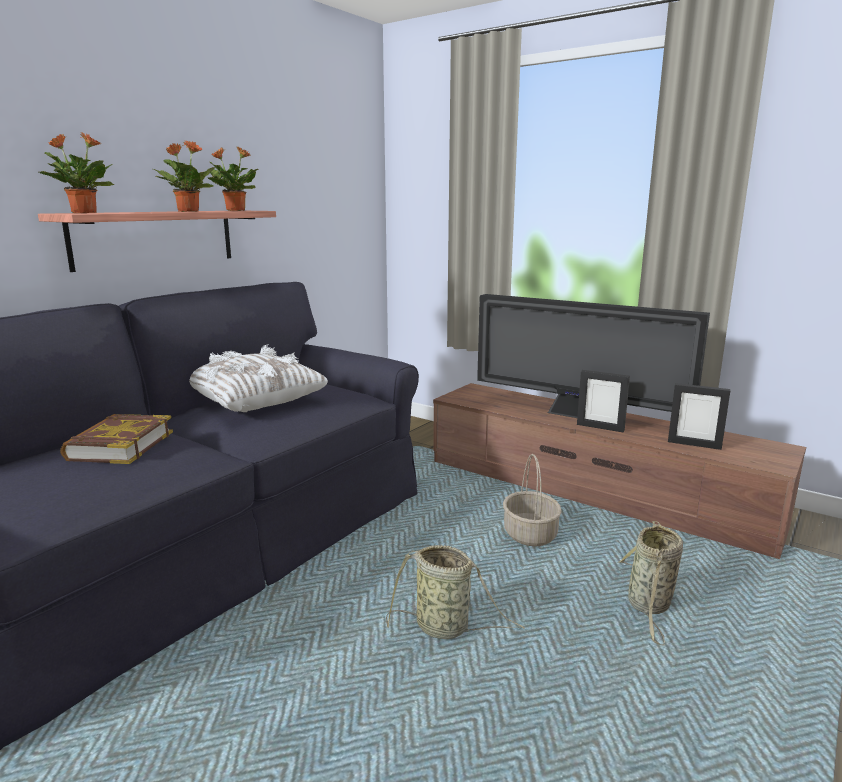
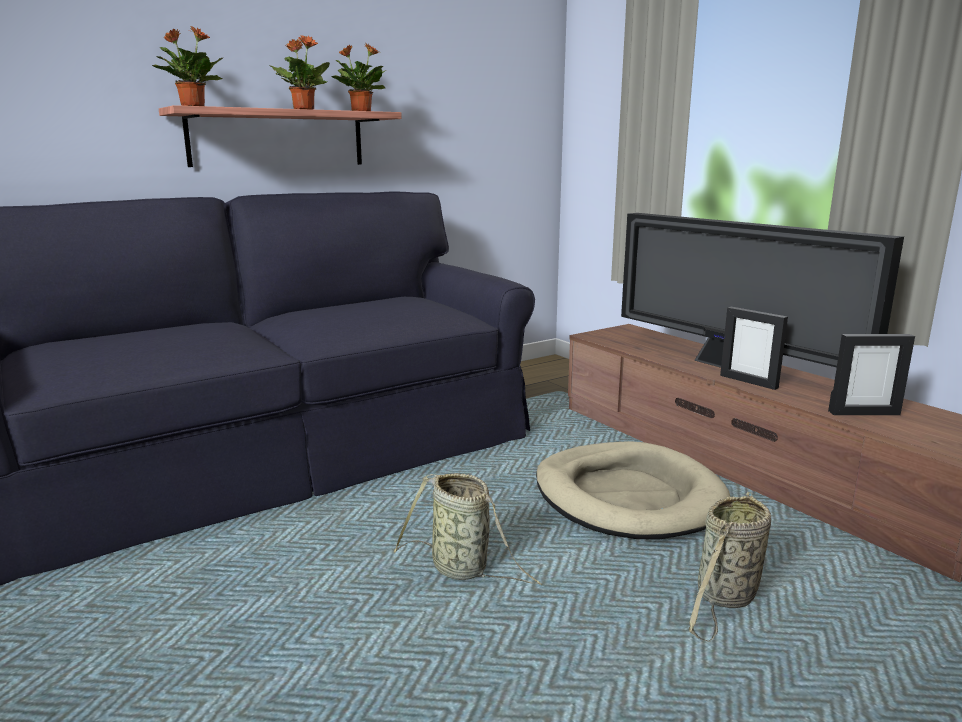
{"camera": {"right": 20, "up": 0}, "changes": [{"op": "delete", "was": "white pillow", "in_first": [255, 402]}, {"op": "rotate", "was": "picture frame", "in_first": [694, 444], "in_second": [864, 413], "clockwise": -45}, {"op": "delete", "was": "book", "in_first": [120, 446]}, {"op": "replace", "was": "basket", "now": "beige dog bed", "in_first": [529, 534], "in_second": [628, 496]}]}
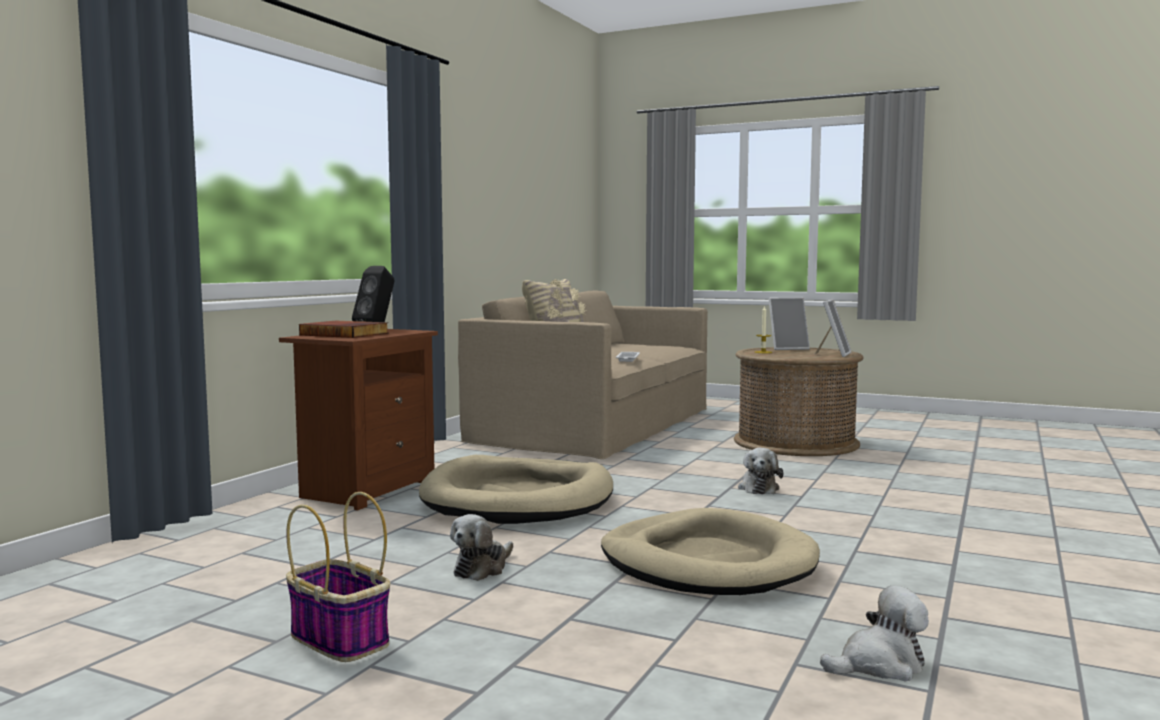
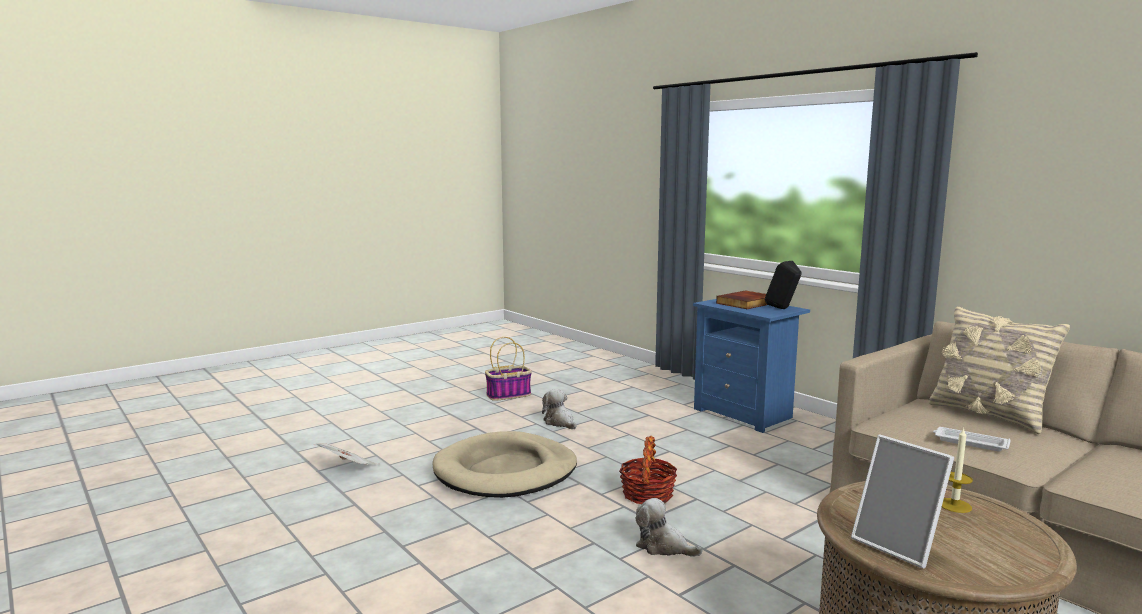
{"camera": {"right": 115, "up": 5}, "changes": [{"op": "delete", "was": "picture frame", "in_first": [787, 348]}, {"op": "recolor", "was": "brown nightstand", "now": "blue nightstand", "in_first": [366, 489], "in_second": [746, 414]}, {"op": "delete", "was": "beige dog bed", "in_first": [518, 499]}, {"op": "replace", "was": "plush toy", "now": "newspaper", "in_first": [879, 665], "in_second": [348, 469]}, {"op": "insert", "now": "basket", "in_second": [647, 494]}]}
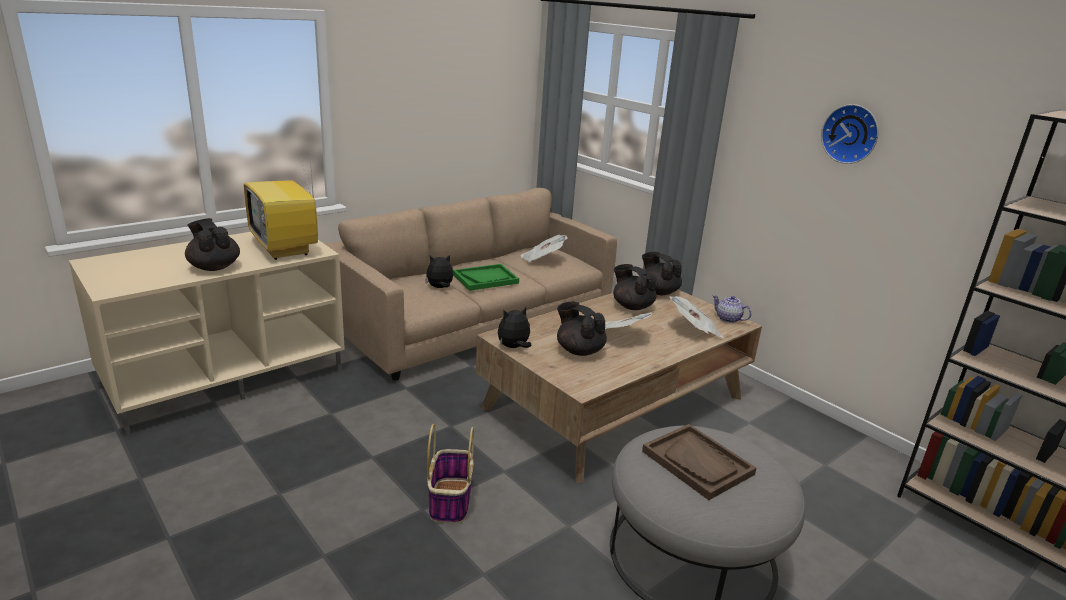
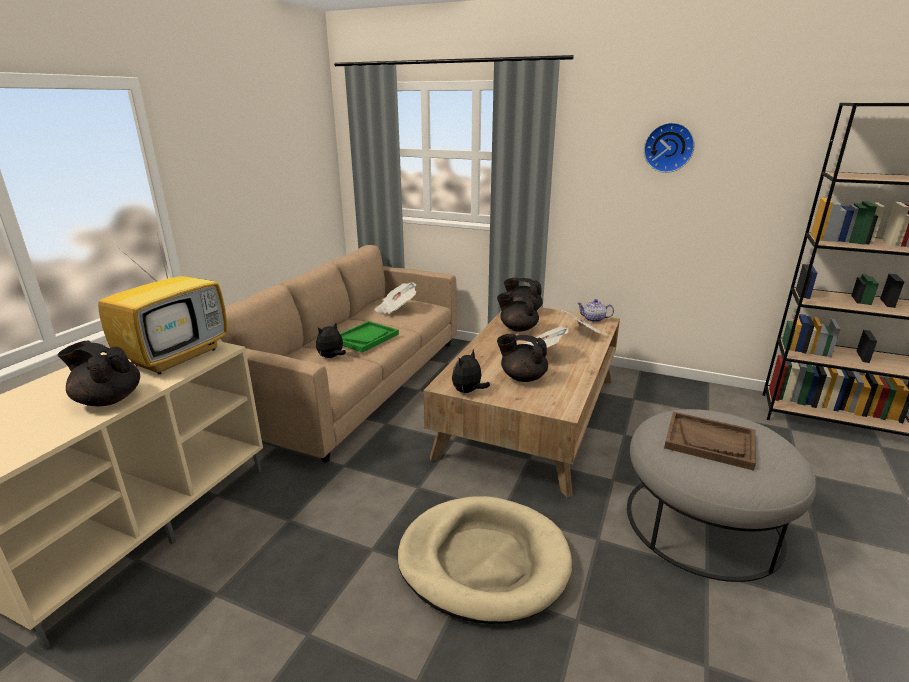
{"camera": {"right": -25, "up": 0}, "changes": [{"op": "rotate", "was": "television", "in_first": [285, 249], "in_second": [177, 356], "clockwise": -90}, {"op": "replace", "was": "basket", "now": "beige dog bed", "in_first": [450, 500], "in_second": [483, 561]}]}
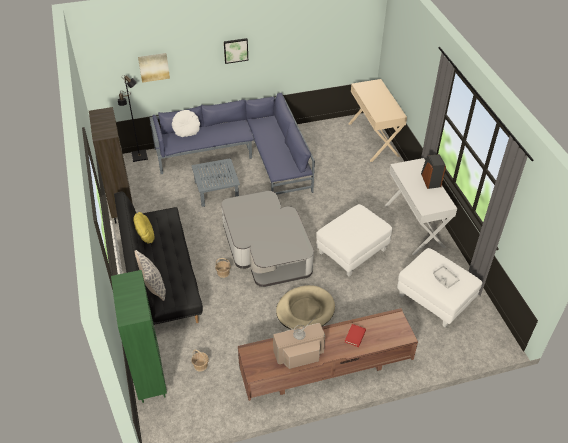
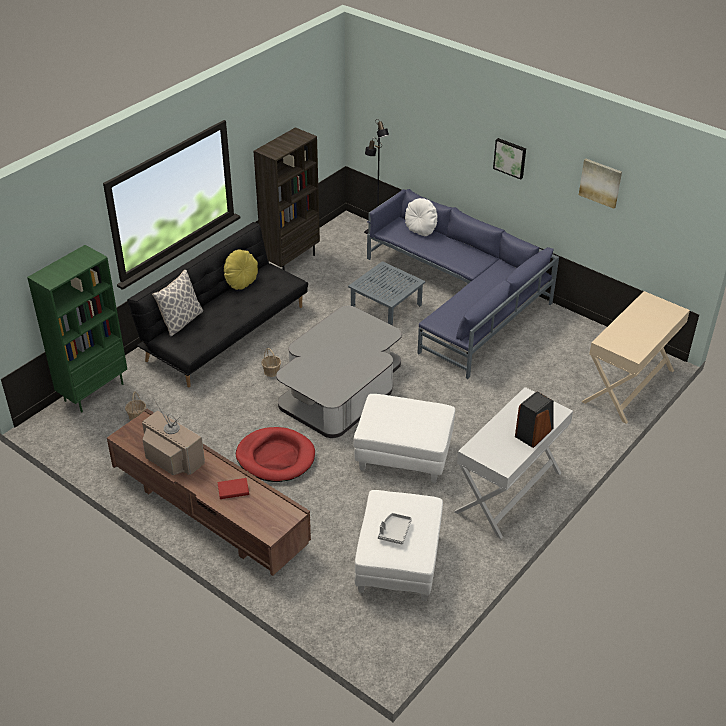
{"camera": {"right": 55, "up": -5}, "changes": [{"op": "move", "was": "picture", "in_first": [154, 67], "in_second": [600, 182]}, {"op": "recolor", "was": "beige dog bed", "now": "red dog bed", "in_first": [305, 310], "in_second": [275, 457]}]}
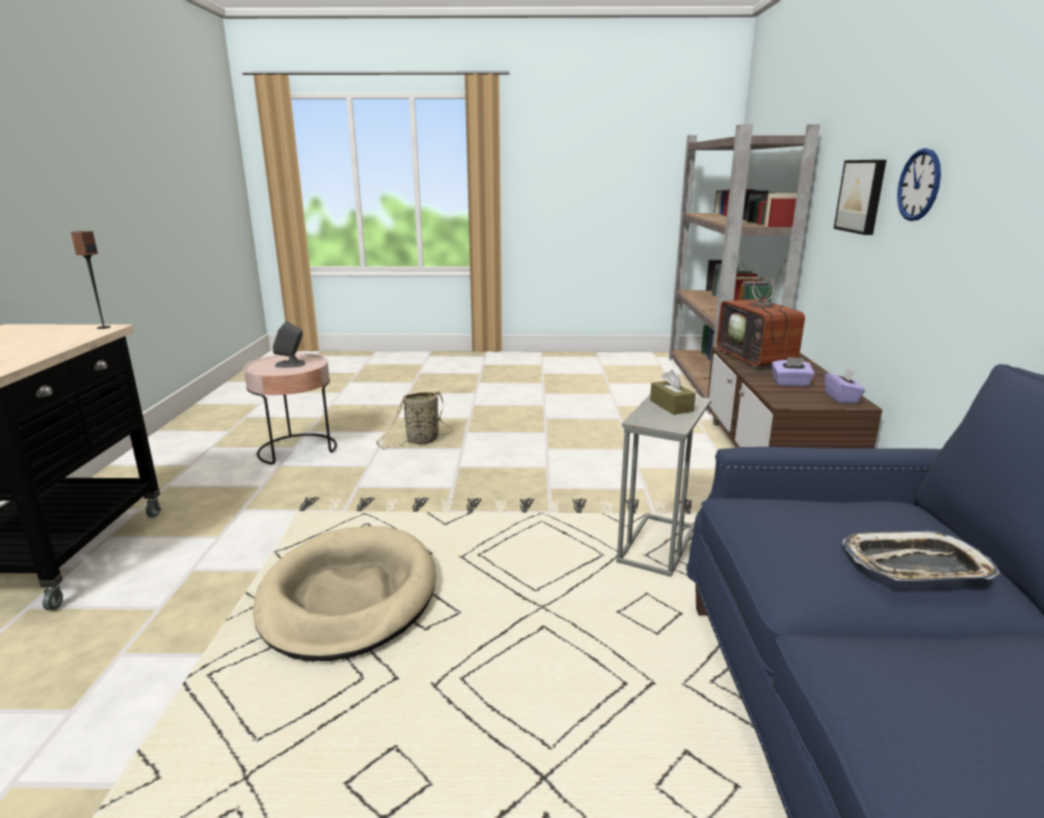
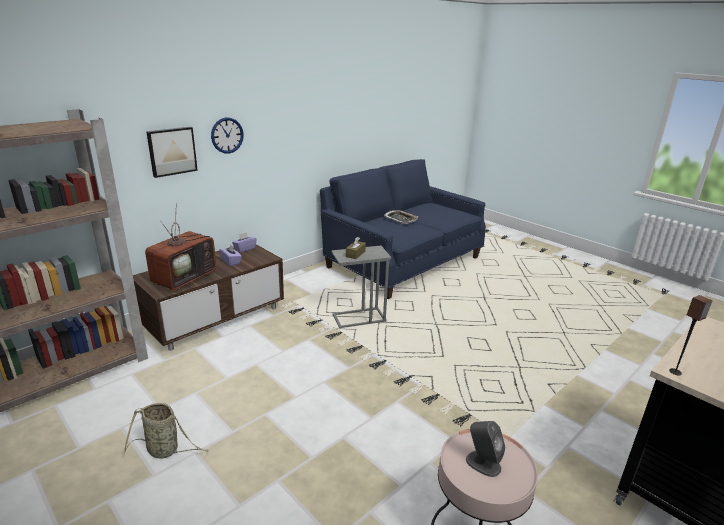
{"camera": {"right": -135, "up": 5}, "changes": [{"op": "move", "was": "basket", "in_first": [420, 441], "in_second": [165, 450]}, {"op": "delete", "was": "beige dog bed", "in_first": [348, 597]}]}
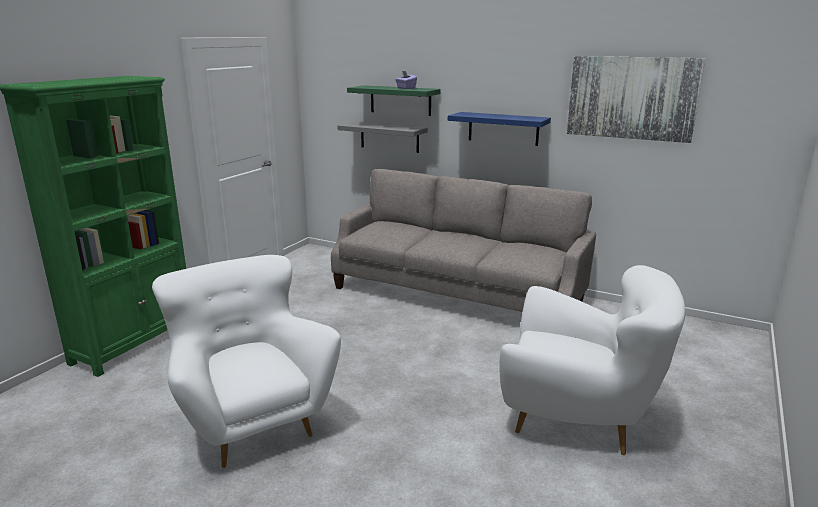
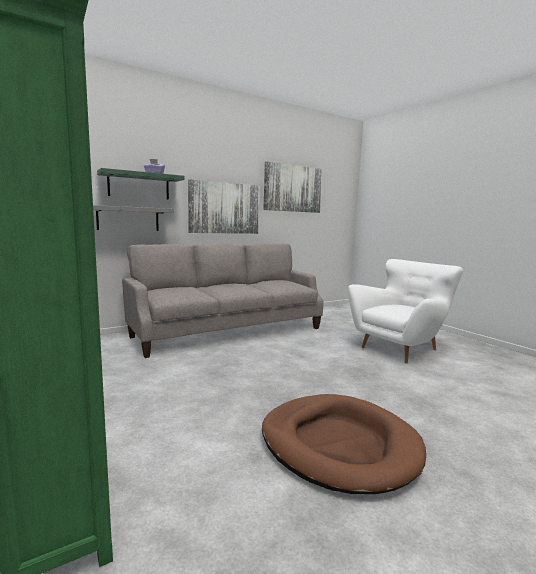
{"camera": {"right": -60, "up": -10}, "changes": [{"op": "replace", "was": "blue shelf", "now": "picture", "in_first": [503, 128], "in_second": [224, 208]}, {"op": "replace", "was": "white armchair", "now": "brown dog bed", "in_first": [251, 420], "in_second": [338, 445]}]}
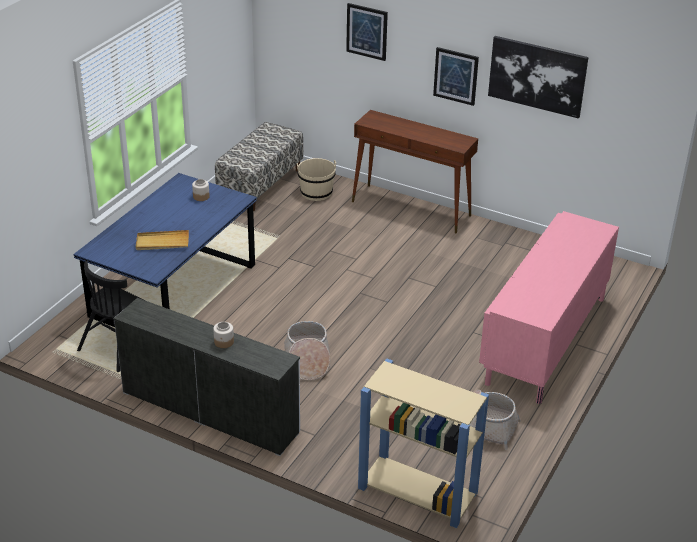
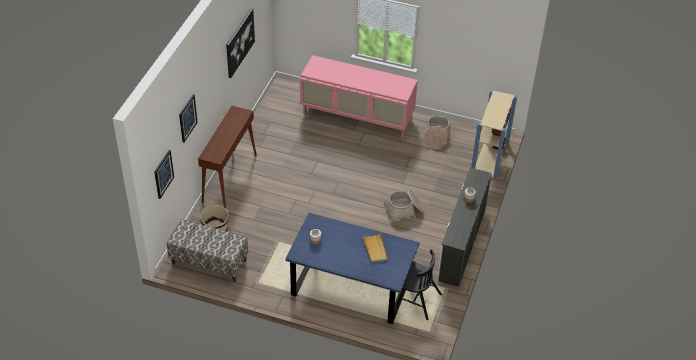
{"camera": {"right": -100, "up": 10}, "changes": [{"op": "move", "was": "picture", "in_first": [456, 76], "in_second": [163, 174]}]}
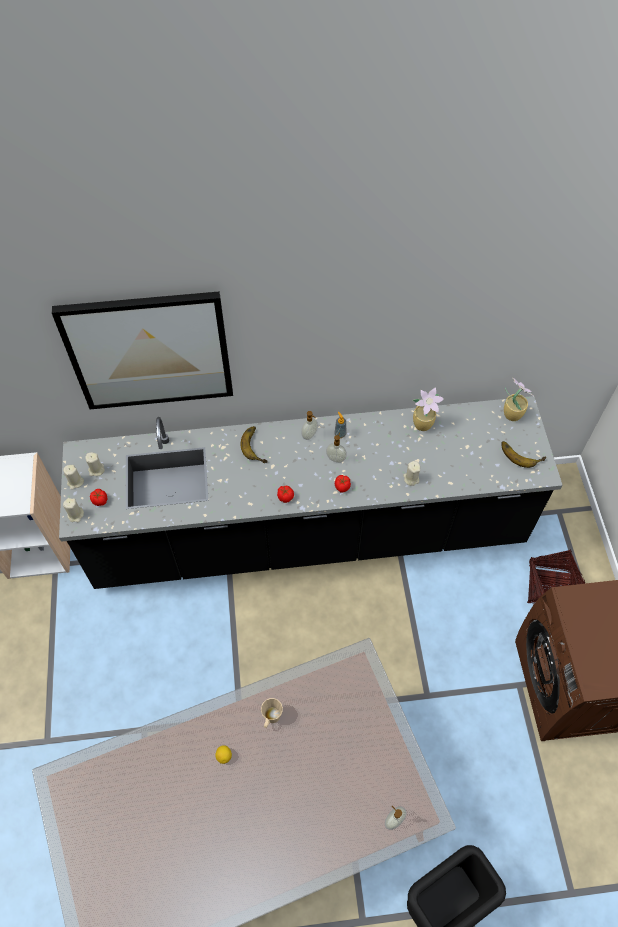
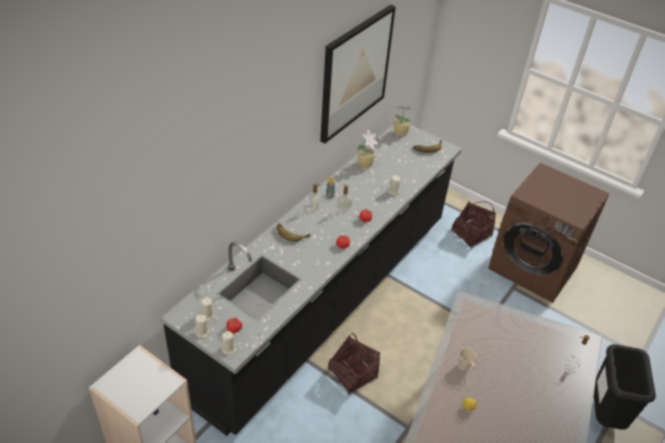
{"camera": {"right": -50, "up": -15}, "changes": [{"op": "move", "was": "picture", "in_first": [149, 351], "in_second": [355, 73]}, {"op": "insert", "now": "basket", "in_second": [352, 374]}]}
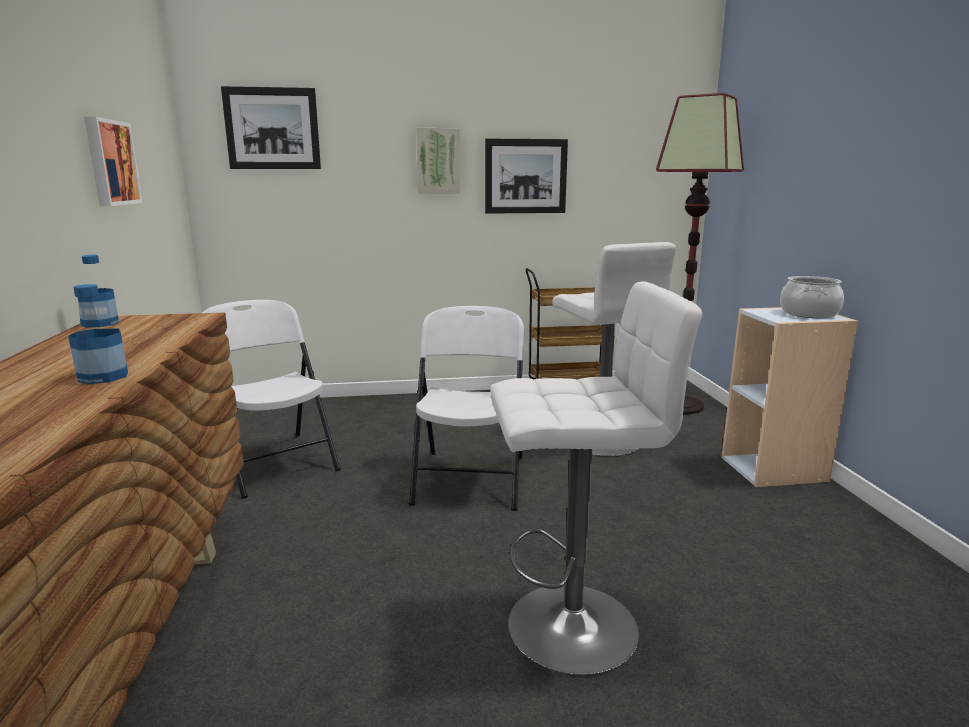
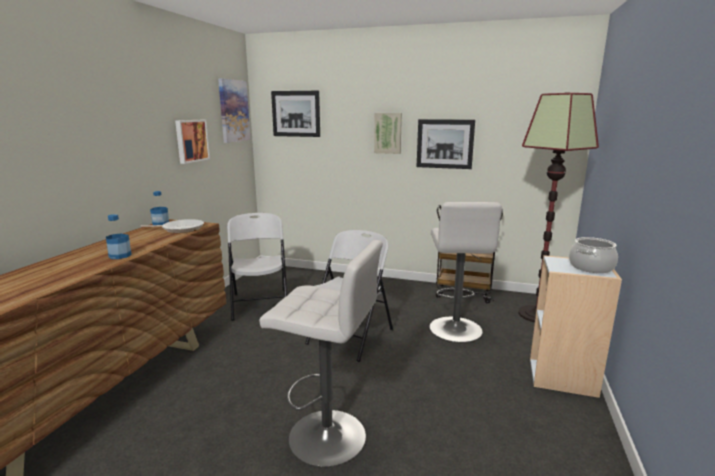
{"camera": {"right": 25, "up": 0}, "changes": [{"op": "insert", "now": "picture", "in_second": [233, 111]}, {"op": "insert", "now": "frying pan", "in_second": [180, 229]}]}
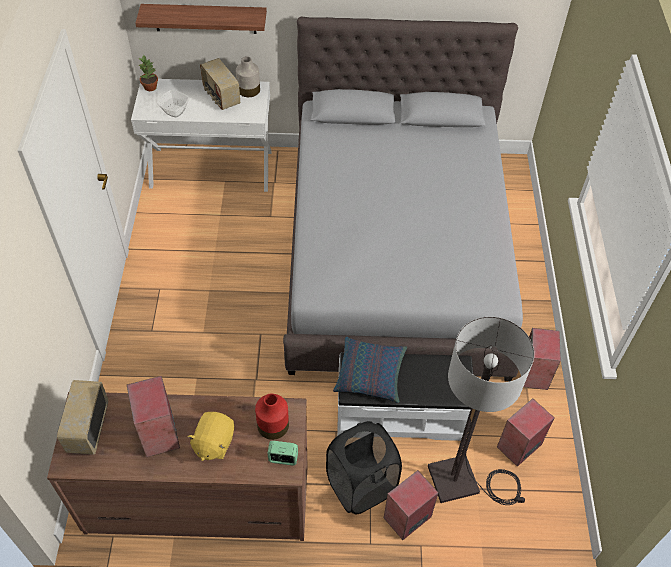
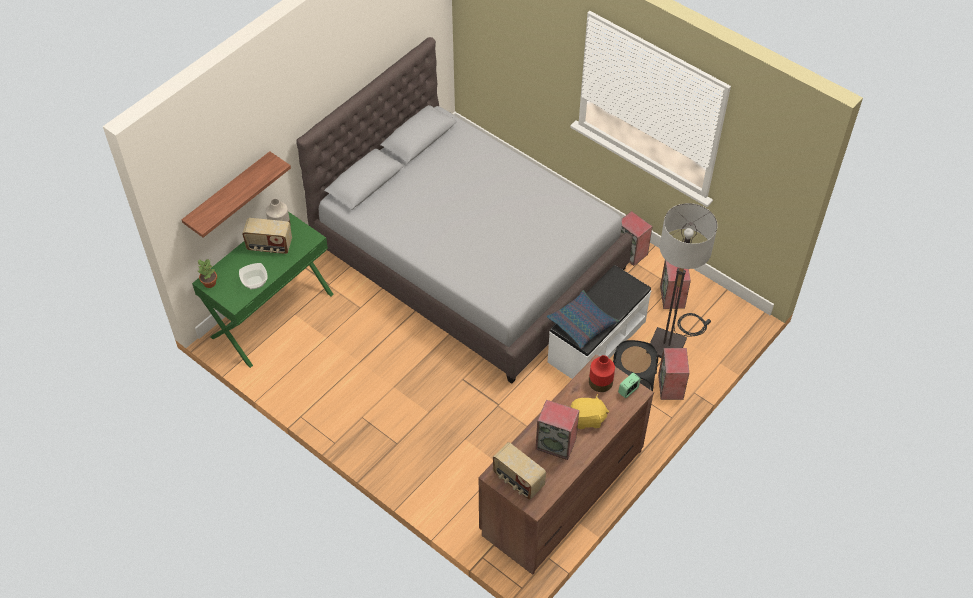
{"camera": {"right": -50, "up": 0}, "changes": [{"op": "recolor", "was": "white desk", "now": "green desk", "in_first": [211, 168], "in_second": [272, 315]}, {"op": "rotate", "was": "yellow plush toy", "in_first": [213, 443], "in_second": [587, 419], "clockwise": -60}]}
